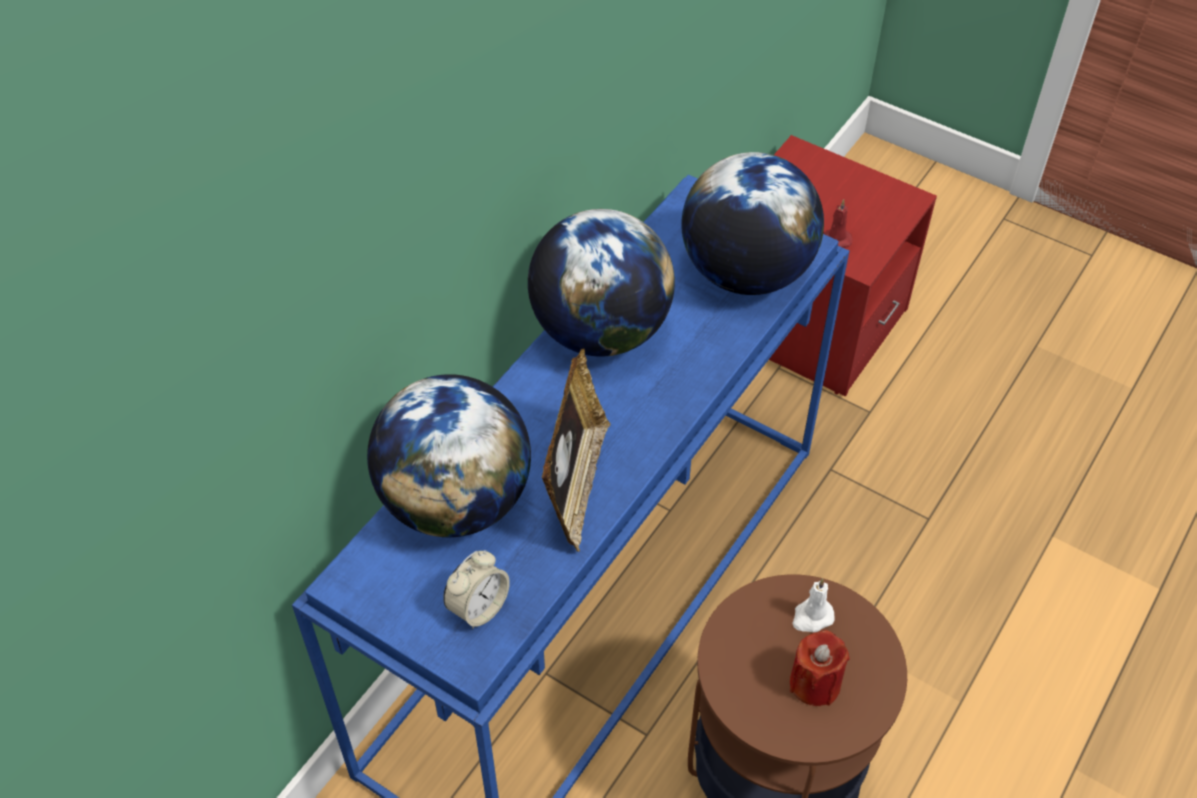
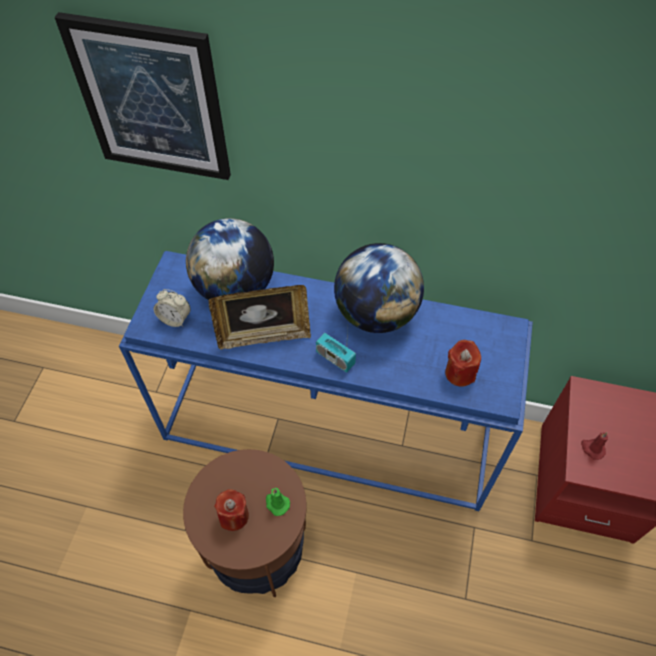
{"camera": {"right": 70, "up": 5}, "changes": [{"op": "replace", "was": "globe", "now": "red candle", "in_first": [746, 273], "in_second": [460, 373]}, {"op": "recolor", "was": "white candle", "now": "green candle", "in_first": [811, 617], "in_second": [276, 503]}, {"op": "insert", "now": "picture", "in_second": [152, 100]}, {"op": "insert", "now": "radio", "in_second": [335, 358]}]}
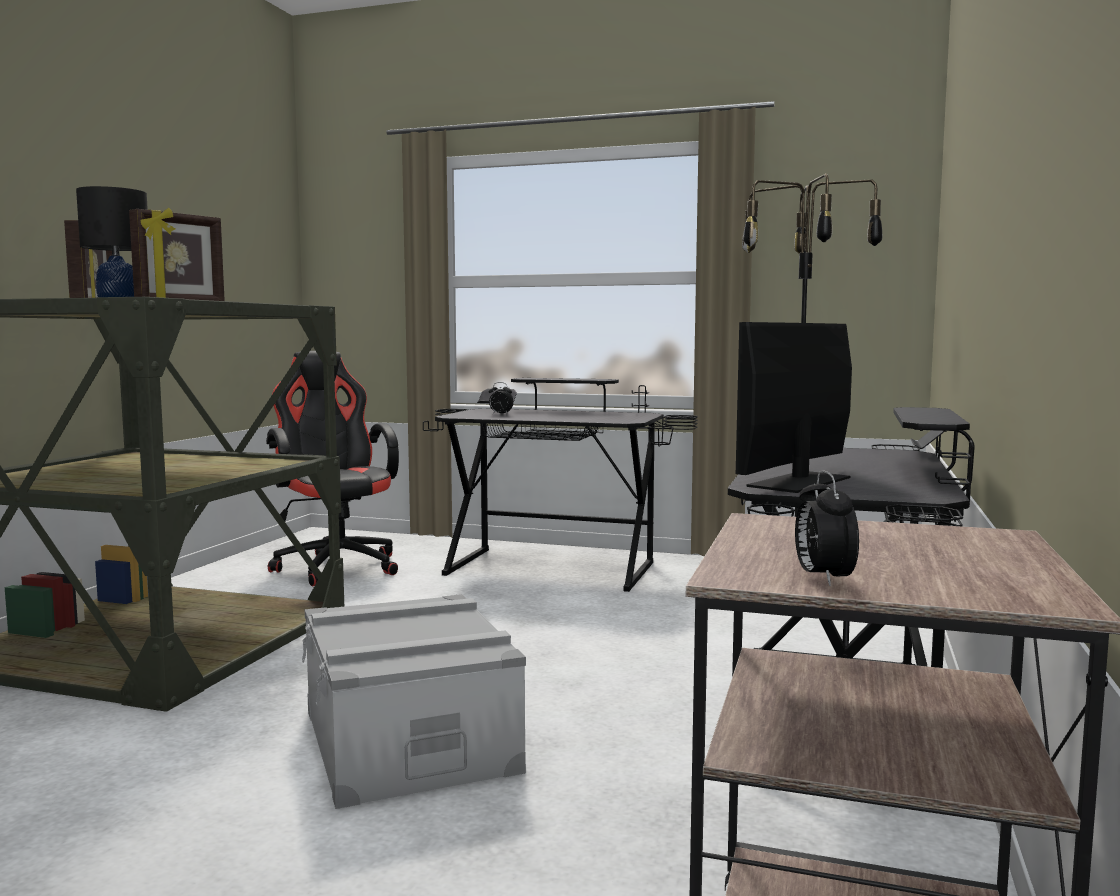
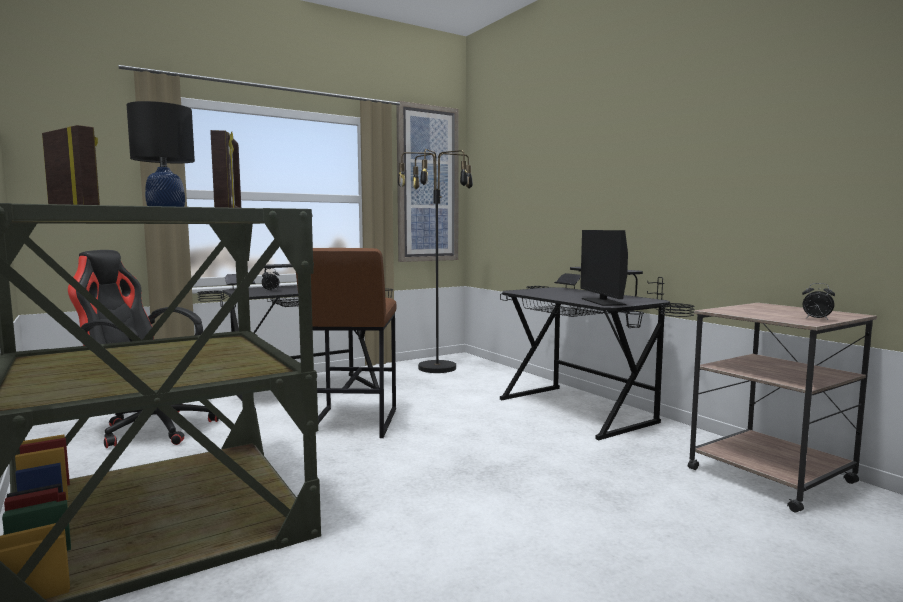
{"camera": {"right": -50, "up": 0}, "changes": [{"op": "delete", "was": "grey storage box", "in_first": [409, 740]}, {"op": "insert", "now": "picture", "in_second": [427, 184]}, {"op": "insert", "now": "brown stool", "in_second": [352, 423]}]}
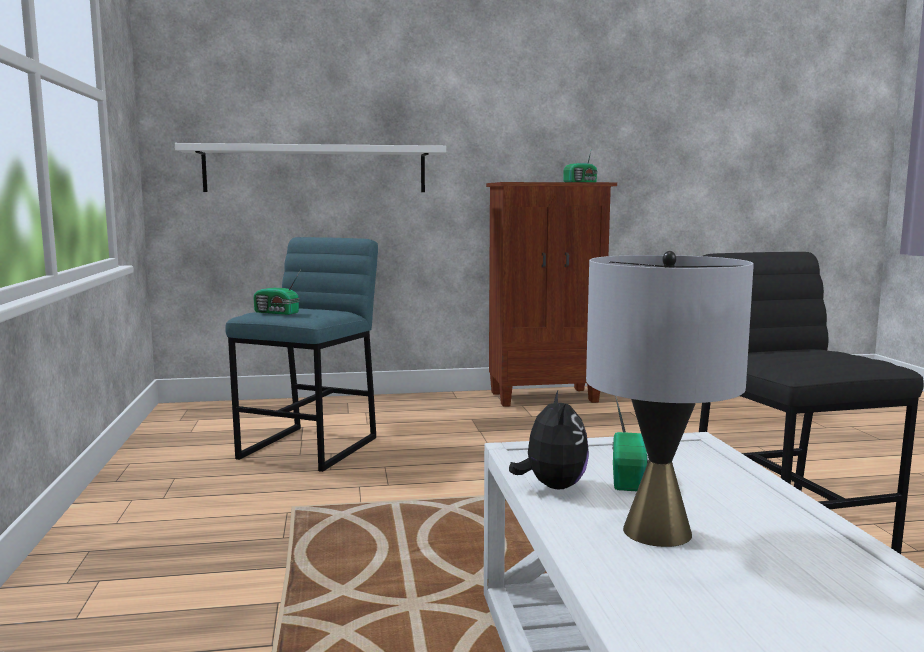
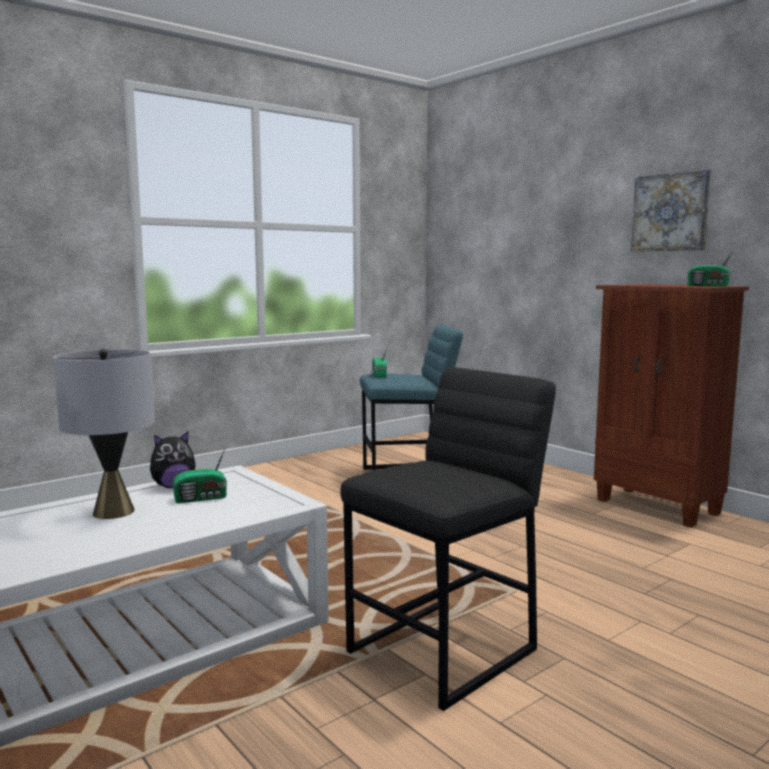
{"camera": {"right": 60, "up": 0}, "changes": [{"op": "delete", "was": "white shelf", "in_first": [315, 169]}, {"op": "insert", "now": "picture", "in_second": [670, 212]}]}
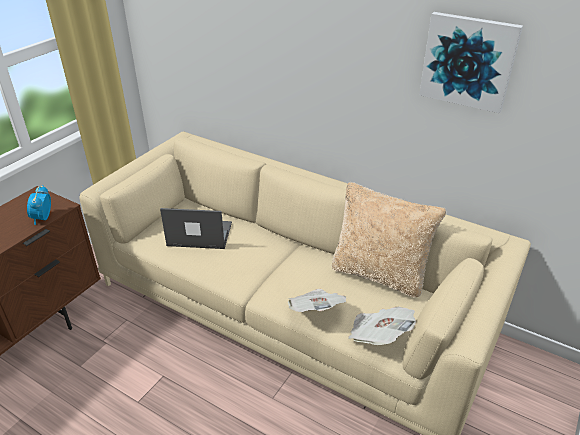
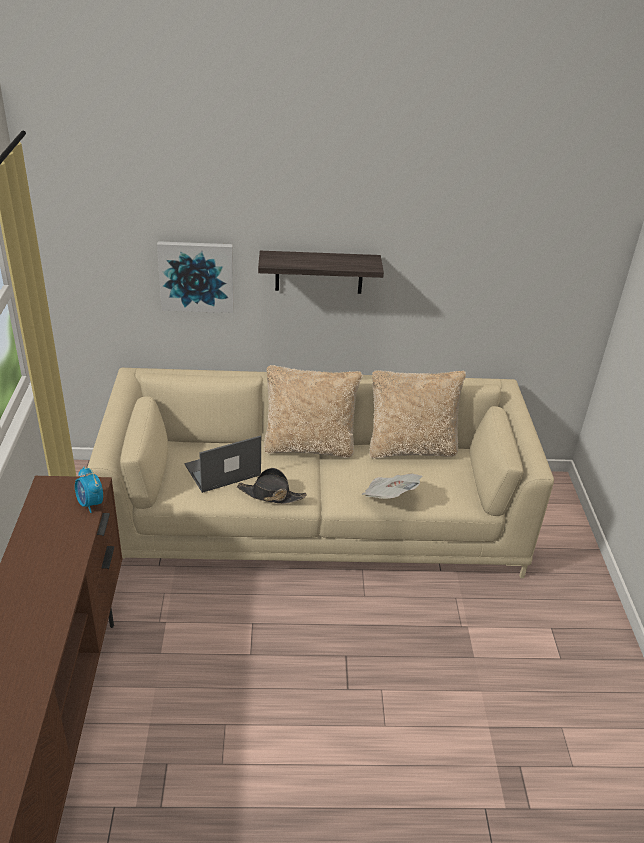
{"camera": {"right": -35, "up": 0}, "changes": [{"op": "move", "was": "picture", "in_first": [468, 61], "in_second": [196, 276]}, {"op": "delete", "was": "newspaper", "in_first": [378, 336]}, {"op": "insert", "now": "shelf", "in_second": [319, 272]}, {"op": "insert", "now": "beige pillow", "in_second": [309, 449]}, {"op": "insert", "now": "black hat", "in_second": [271, 494]}]}
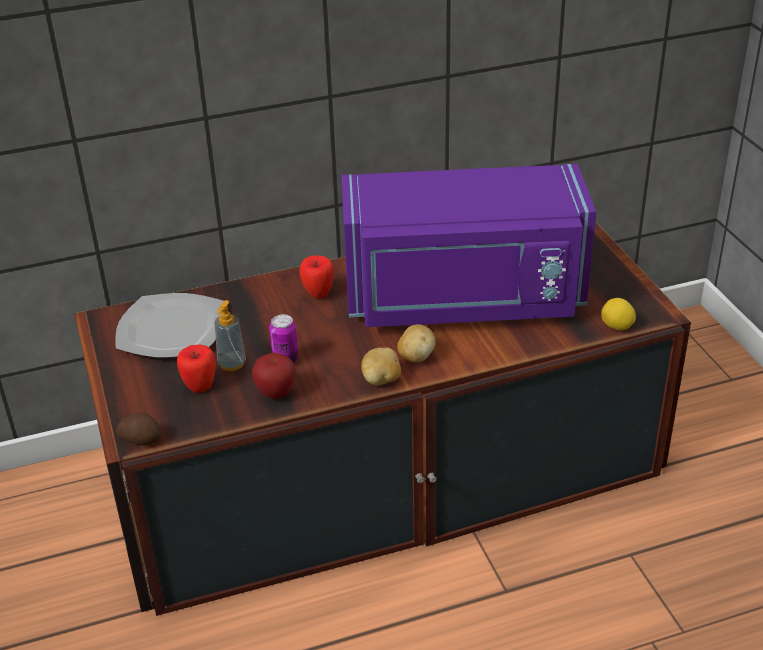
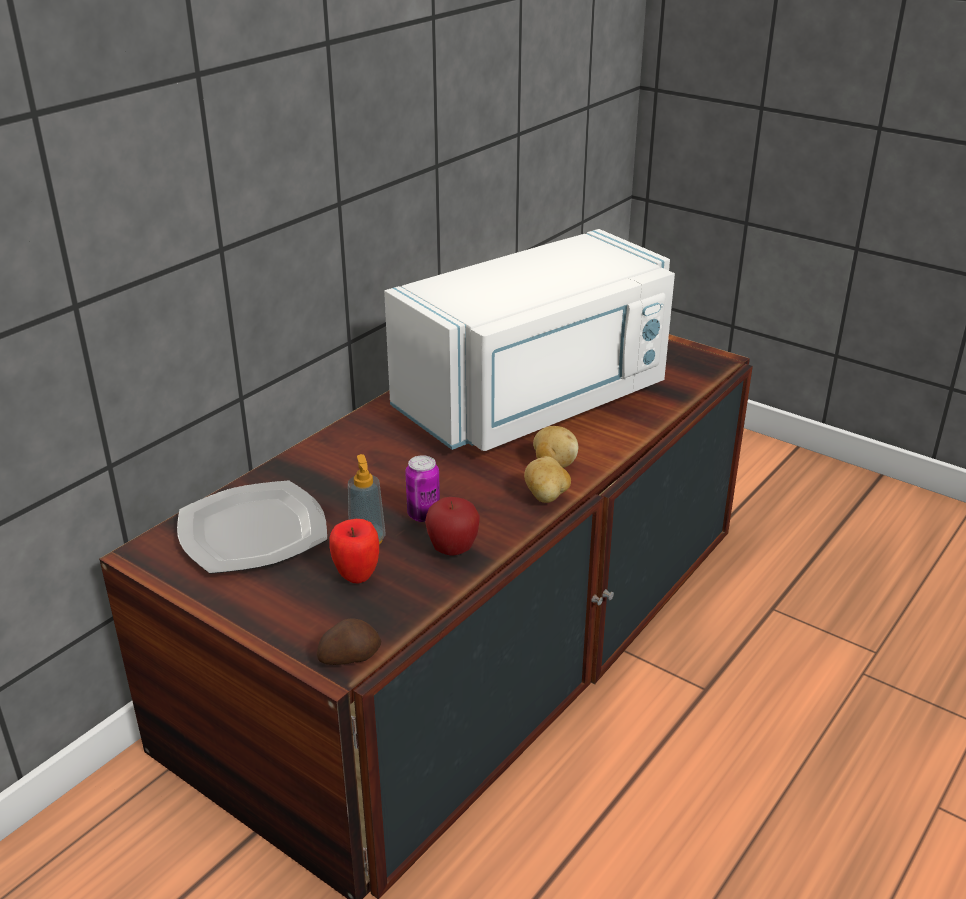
{"camera": {"right": -35, "up": -5}, "changes": [{"op": "recolor", "was": "purple microwave", "now": "white microwave", "in_first": [464, 299], "in_second": [537, 401]}, {"op": "delete", "was": "apple", "in_first": [318, 294]}, {"op": "delete", "was": "lemon", "in_first": [616, 327]}]}
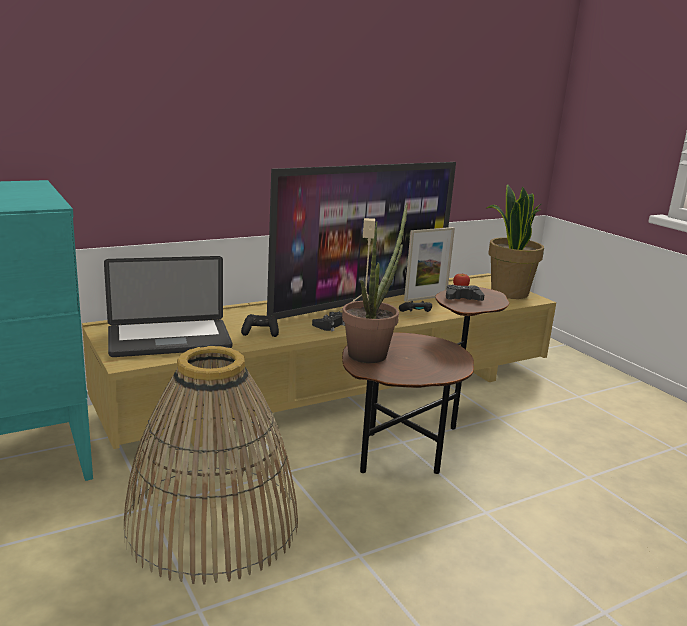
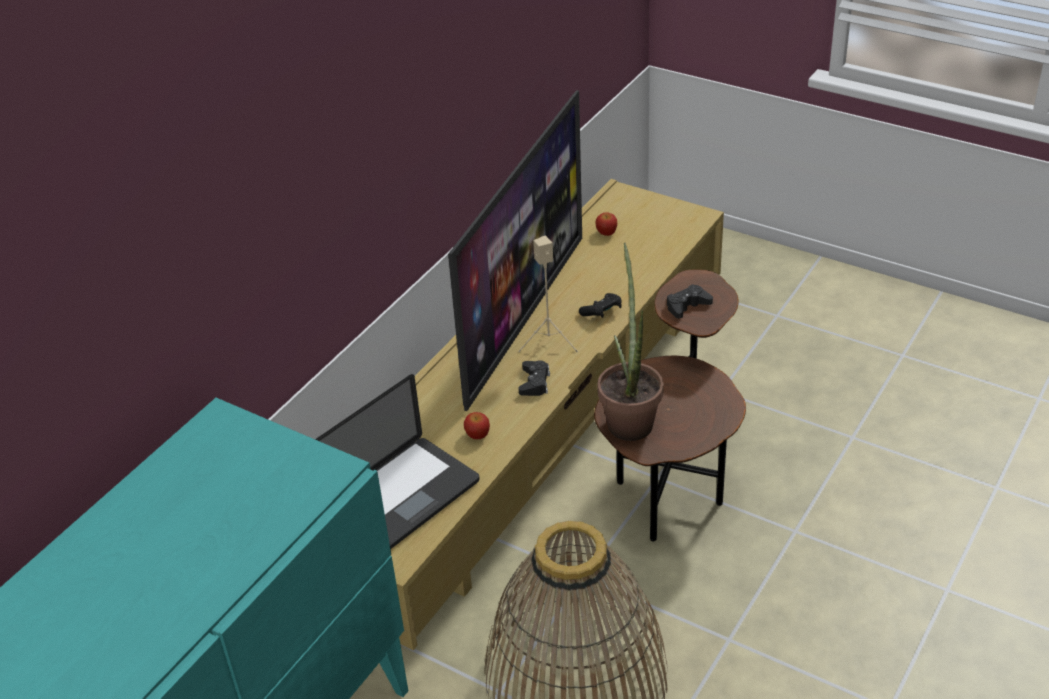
{"camera": {"right": -25, "up": 20}, "changes": [{"op": "delete", "was": "potted plant", "in_first": [508, 293]}, {"op": "delete", "was": "picture frame", "in_first": [425, 298]}, {"op": "replace", "was": "black game controller", "now": "apple", "in_first": [260, 332], "in_second": [477, 435]}]}
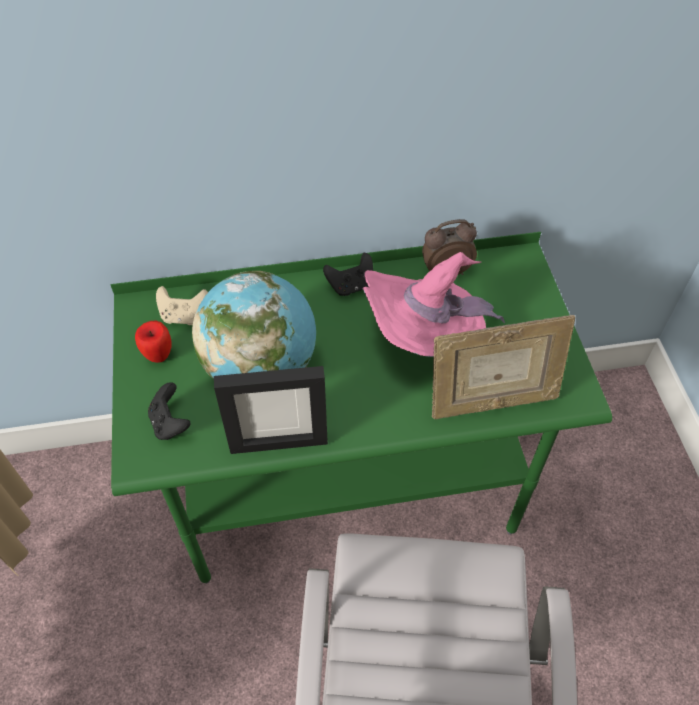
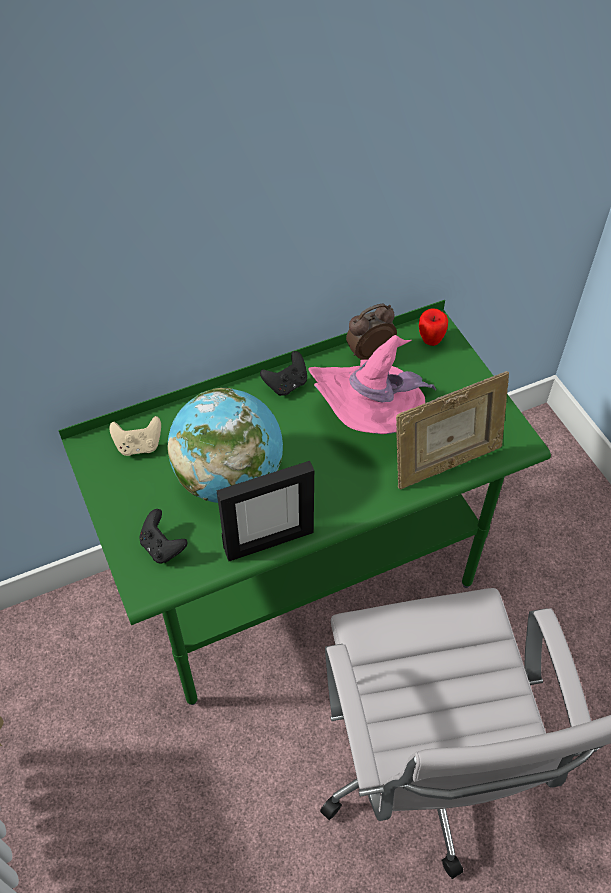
{"camera": {"right": -15, "up": 0}, "changes": [{"op": "move", "was": "apple", "in_first": [158, 355], "in_second": [430, 340]}]}
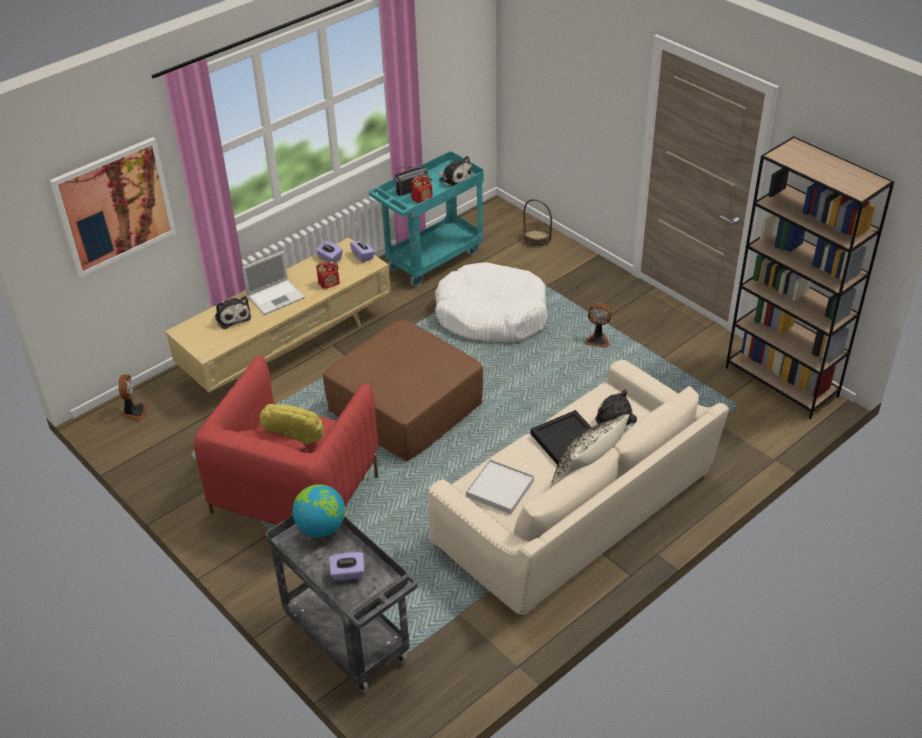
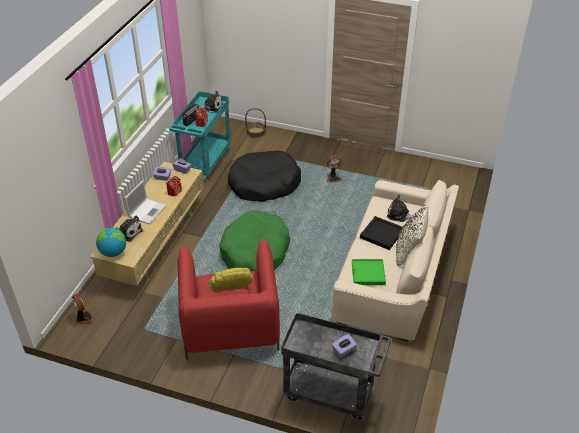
{"camera": {"right": -30, "up": 0}, "changes": [{"op": "delete", "was": "beige bookcase", "in_first": [782, 382]}, {"op": "delete", "was": "picture", "in_first": [114, 206]}, {"op": "recolor", "was": "white dog bed", "now": "black dog bed", "in_first": [491, 315], "in_second": [264, 184]}, {"op": "replace", "was": "brown ottoman", "now": "green dog bed", "in_first": [405, 406], "in_second": [255, 252]}, {"op": "recolor", "was": "white tray", "now": "green tray", "in_first": [499, 489], "in_second": [368, 273]}, {"op": "move", "was": "globe", "in_first": [321, 527], "in_second": [113, 252]}]}
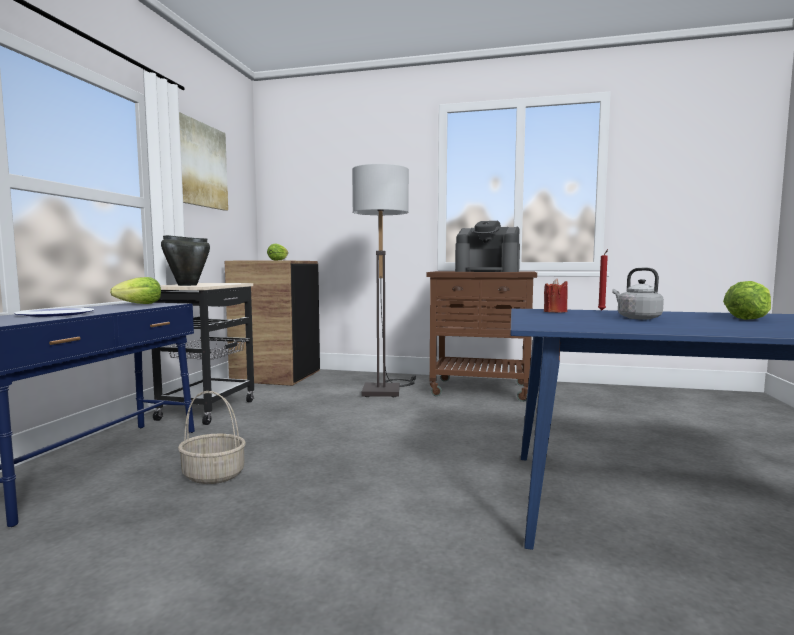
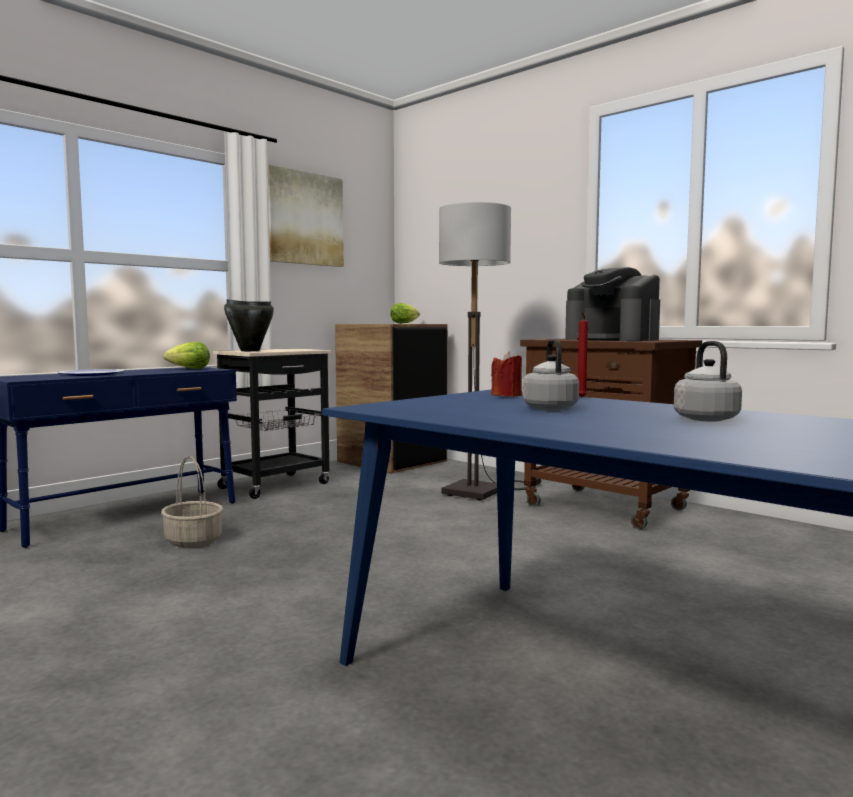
{"camera": {"right": 30, "up": 0}, "changes": [{"op": "replace", "was": "lettuce", "now": "grey kettle", "in_first": [748, 318], "in_second": [704, 418]}]}
